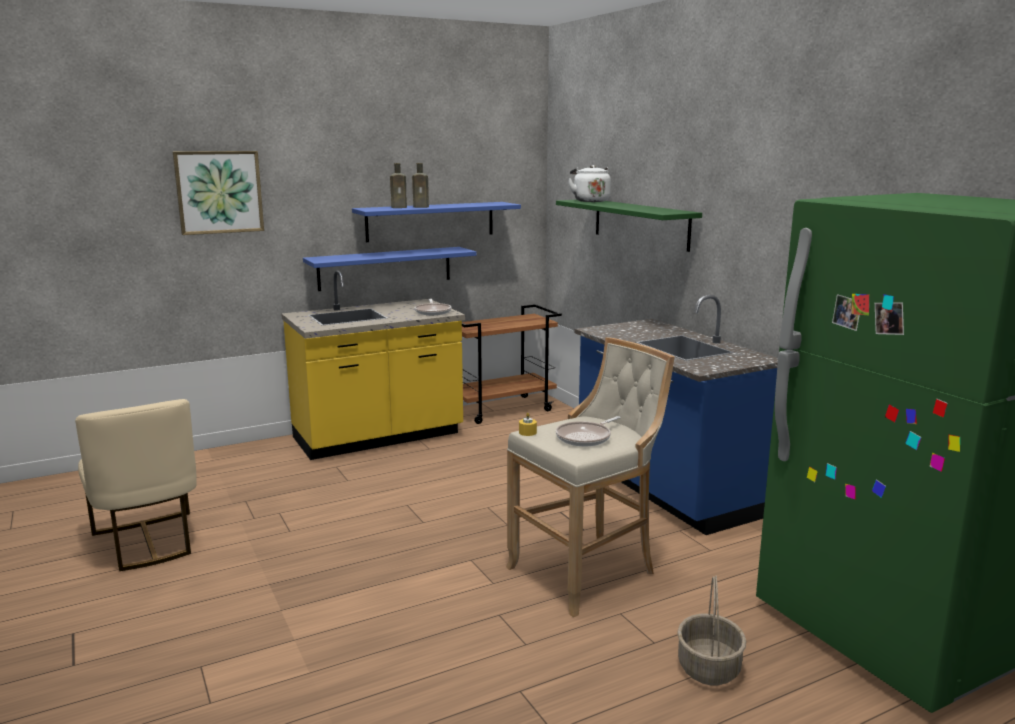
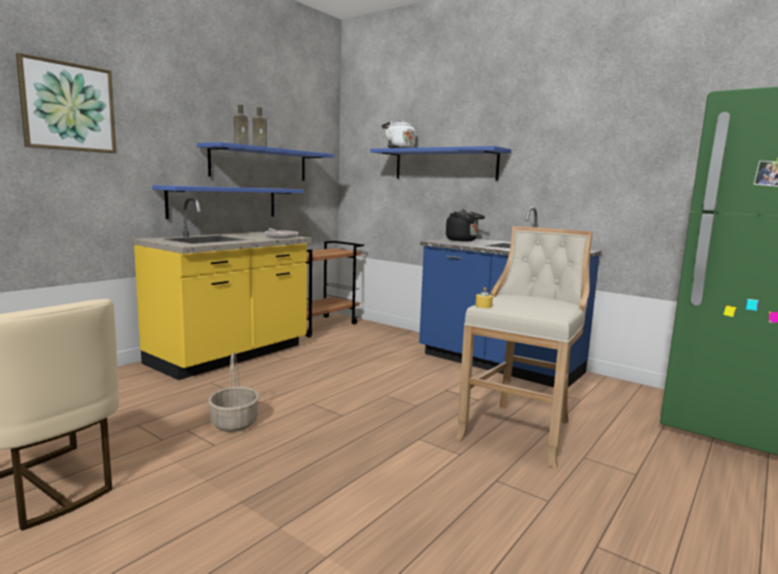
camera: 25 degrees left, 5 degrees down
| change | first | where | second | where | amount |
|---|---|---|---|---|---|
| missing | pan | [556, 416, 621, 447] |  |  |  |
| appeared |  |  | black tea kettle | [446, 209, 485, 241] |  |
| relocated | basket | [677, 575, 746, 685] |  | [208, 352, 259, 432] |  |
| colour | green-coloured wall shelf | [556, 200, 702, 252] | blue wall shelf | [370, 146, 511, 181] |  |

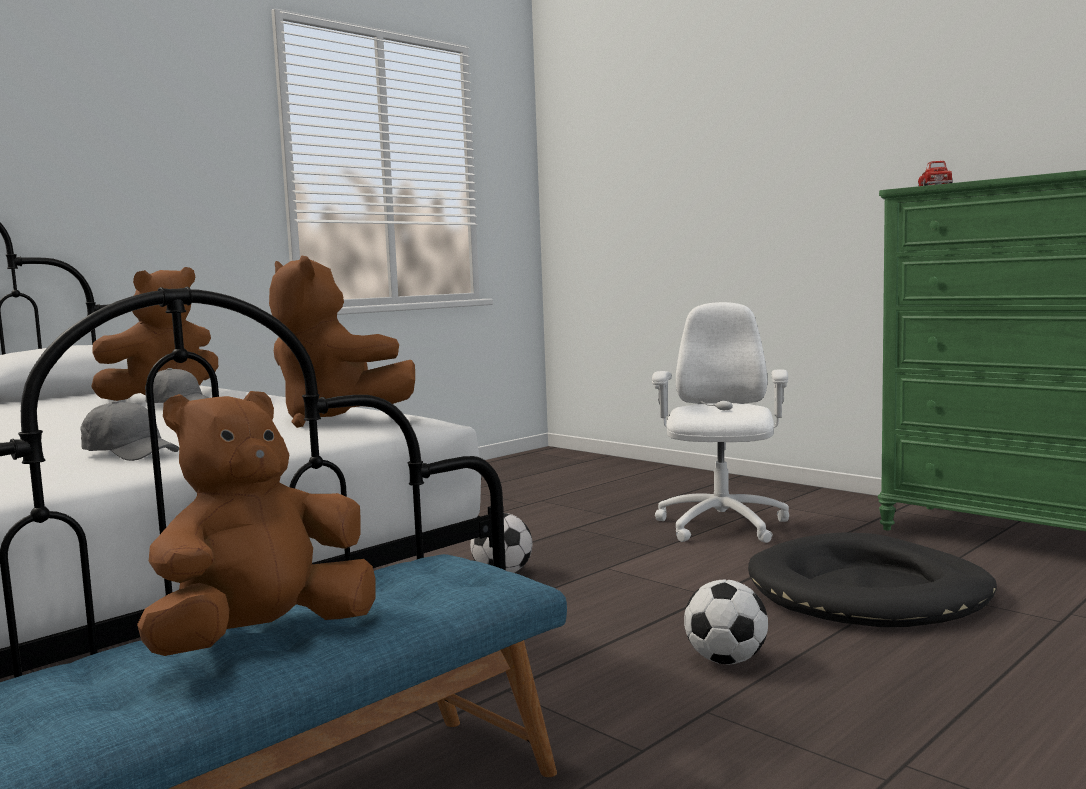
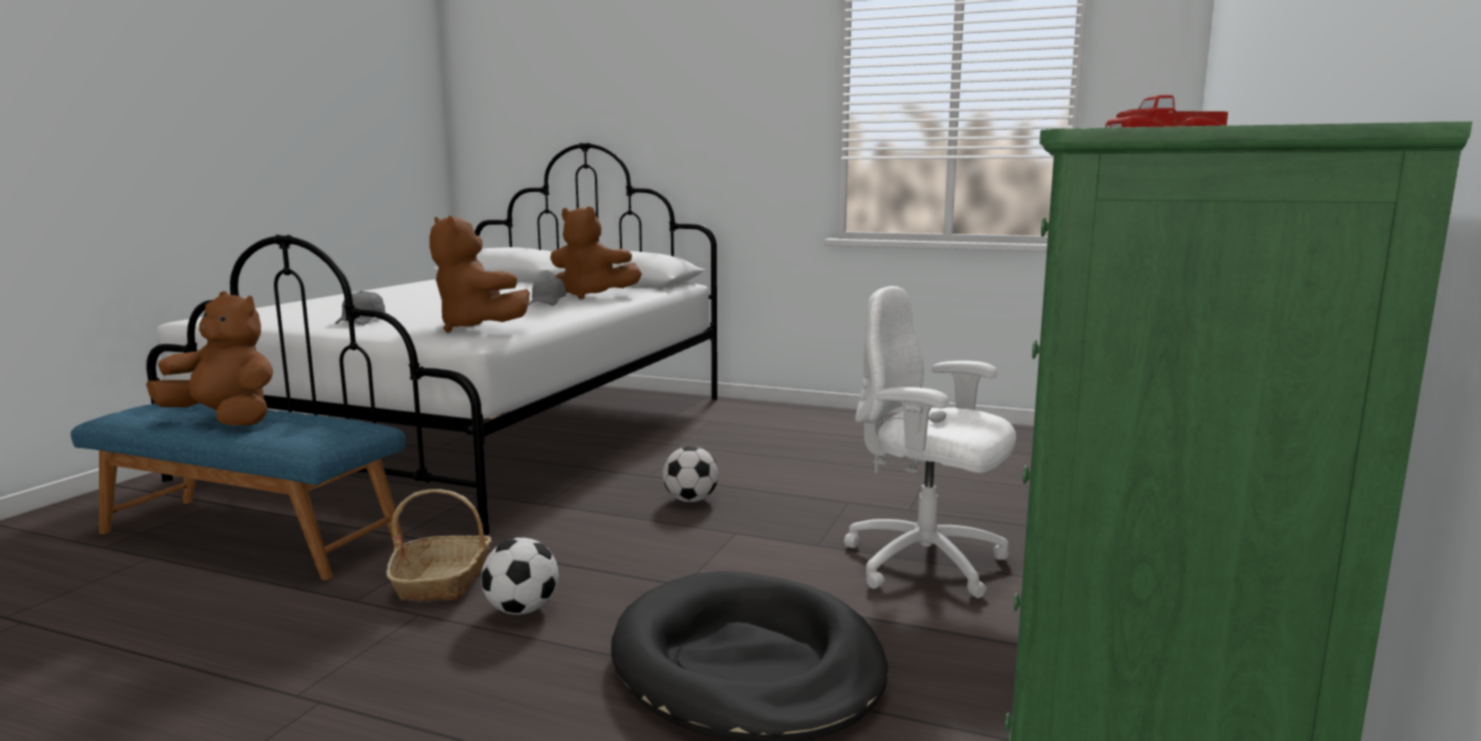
camera: 65 degrees right, 5 degrees up
| change | first | where | second | where | amount |
|---|---|---|---|---|---|
| appeared |  |  | basket | [386, 489, 492, 601] |  |
| spun | brownish soft toy | [269, 255, 415, 428] |  | [429, 216, 530, 333] | 60 degrees counterclockwise |
| spun | white-coloured office chair | [652, 302, 789, 543] |  | [844, 286, 1016, 598] | 135 degrees counterclockwise |

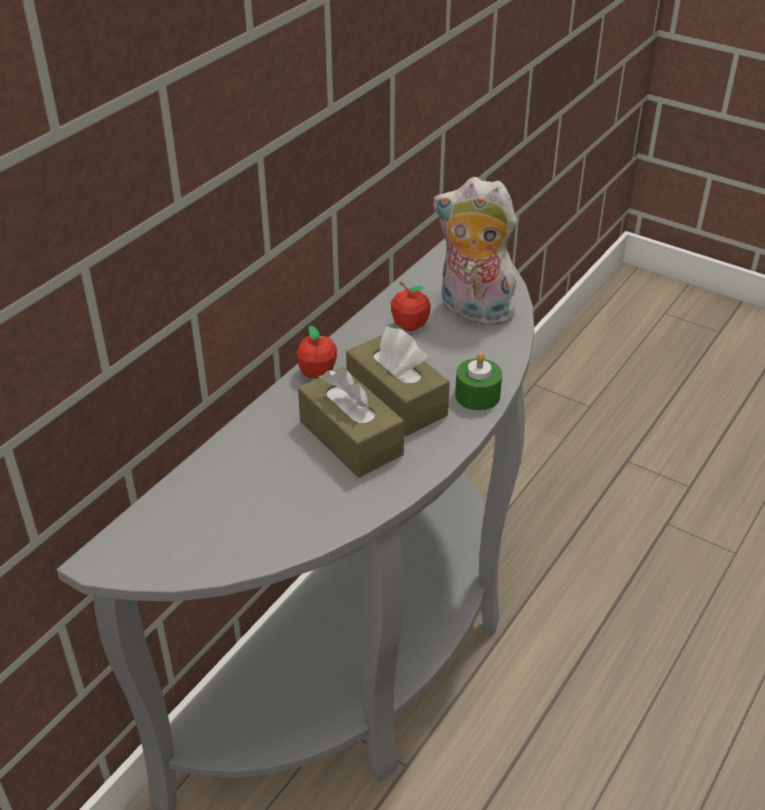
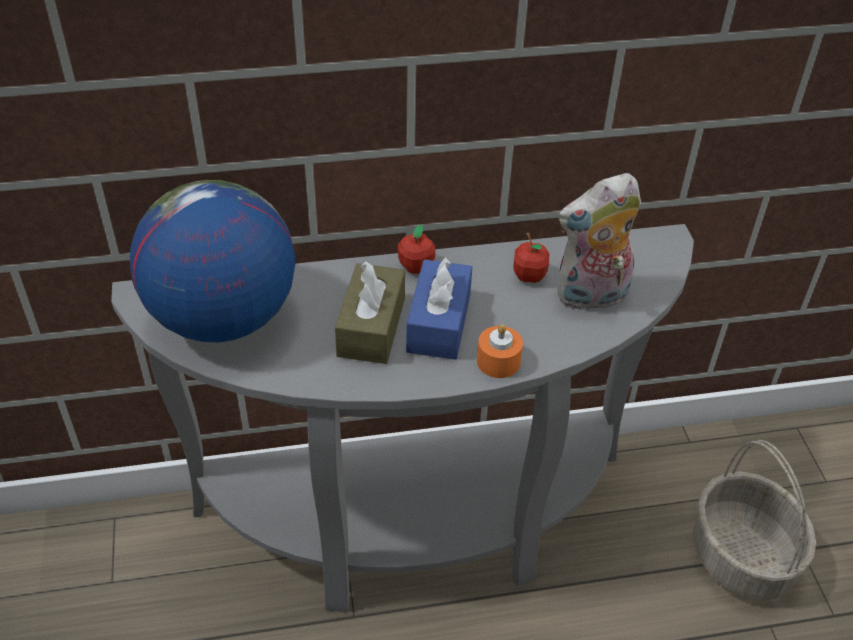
camera: 45 degrees right, 5 degrees up
| change | first | where | second | where | amount |
|---|---|---|---|---|---|
| appeared |  |  | world globe | [130, 180, 295, 342] |  |
| appeared |  |  | basket | [693, 440, 816, 600] |  |
| colour | brownish tissue holder | [346, 327, 450, 436] | blue tissue holder | [406, 257, 472, 360] |  |
| colour | green-coloured wax light | [455, 352, 502, 411] | orange wax light | [477, 324, 523, 378] |  |
| spun | soft toy | [433, 177, 521, 328] |  | [557, 173, 641, 311] | 90 degrees counterclockwise |

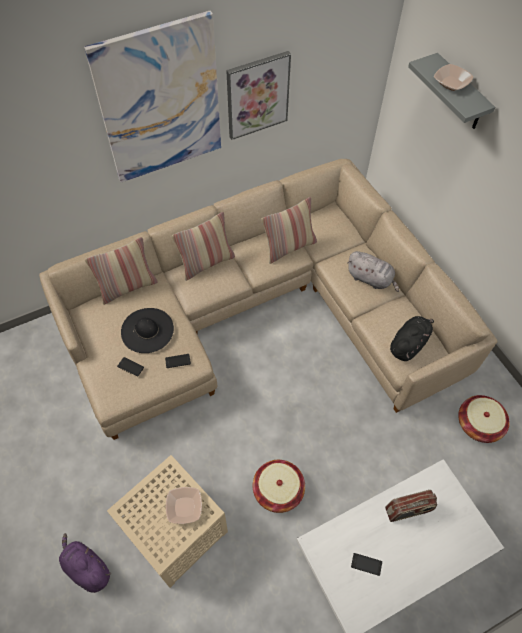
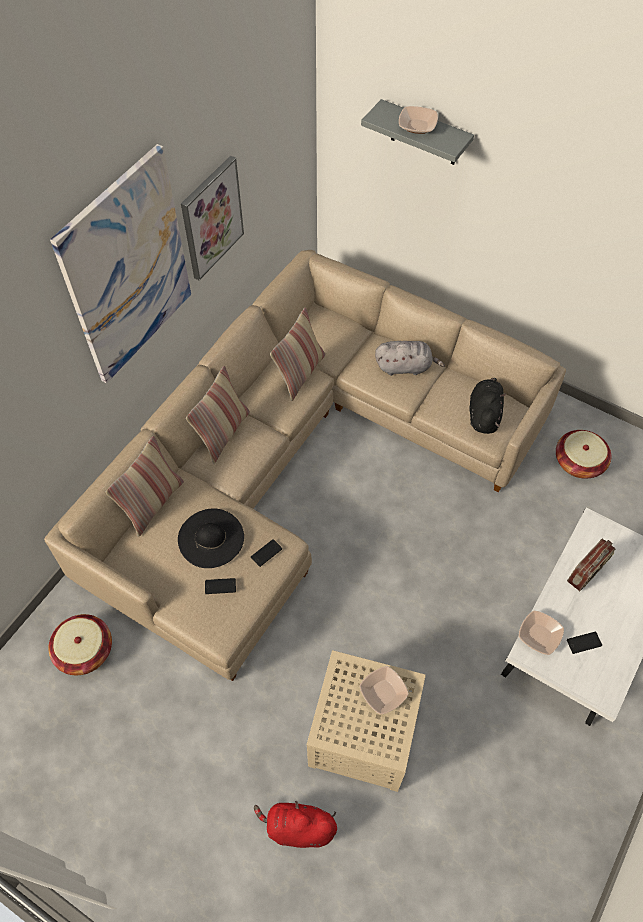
camera: 30 degrees left, 0 degrees up
| change | first | where | second | where | amount |
|---|---|---|---|---|---|
| appeared |  |  | serving bowl | [519, 610, 564, 655] |  |
| relocated | basket | [253, 460, 305, 513] |  | [48, 614, 112, 675] |  |
| colour | purple soft toy | [59, 533, 111, 593] | reddish soft toy | [254, 801, 337, 848] |  |

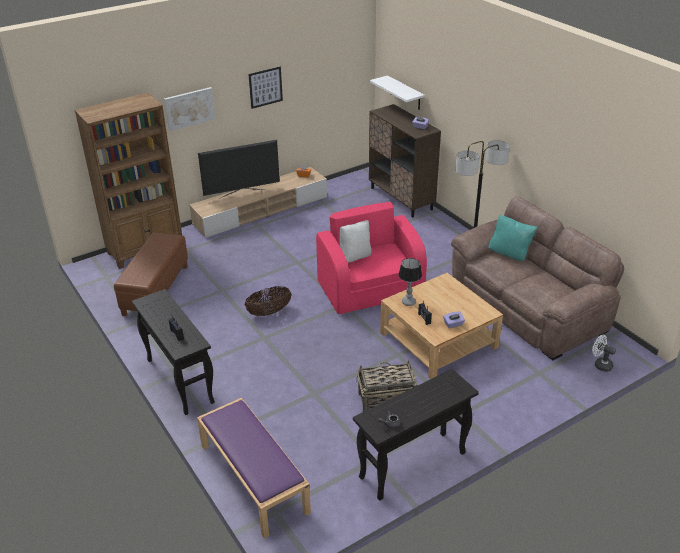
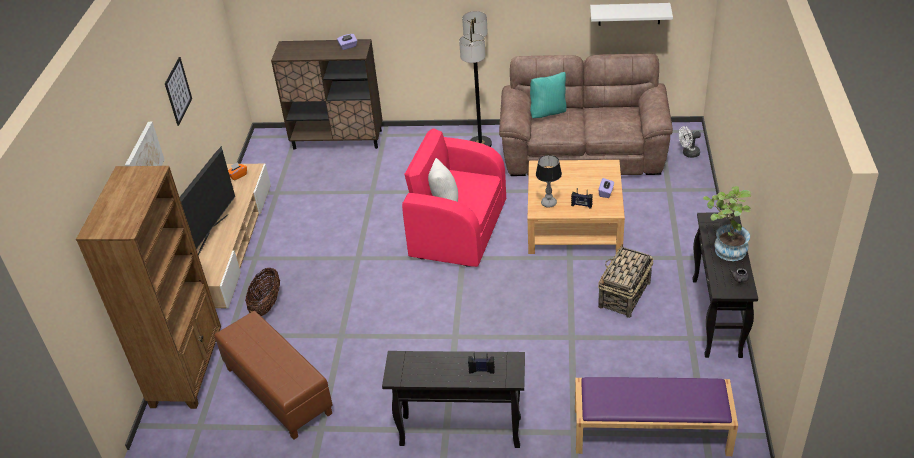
camera: 50 degrees left, 5 degrees up
| change | first | where | second | where | amount |
|---|---|---|---|---|---|
| appeared |  |  | houseplant | [703, 186, 751, 261] |  |
| relocated | basket | [245, 286, 291, 316] |  | [245, 268, 280, 316] |  |
| relocated | white-coloured wall shelf | [370, 75, 425, 110] |  | [590, 3, 673, 26] |  |

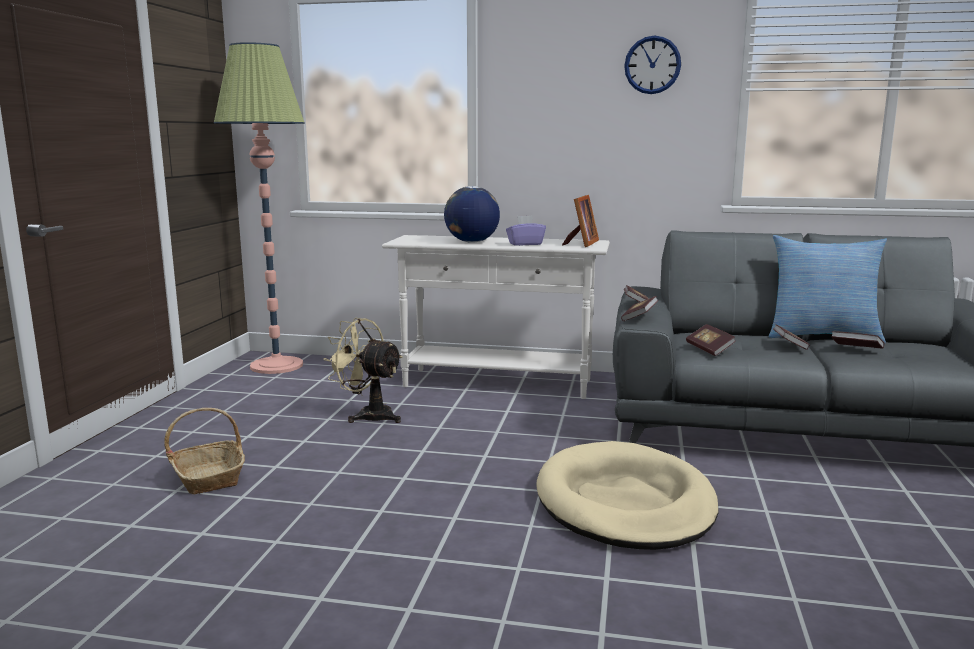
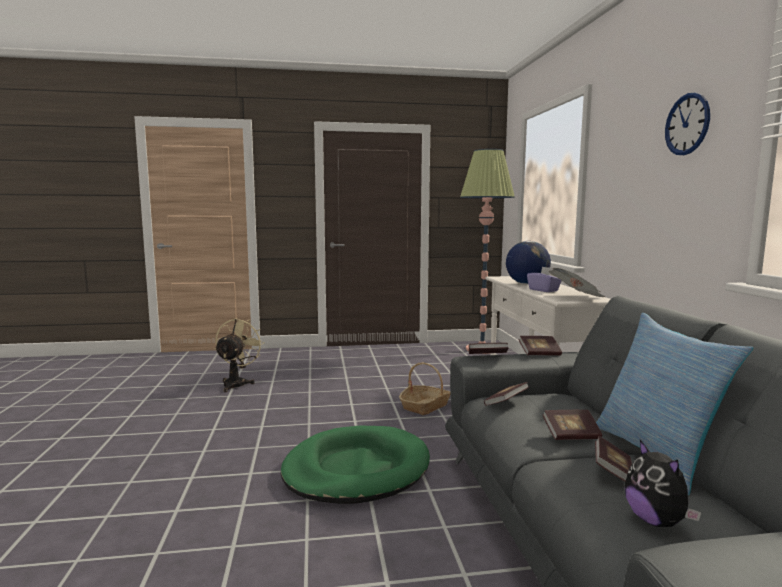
camera: 70 degrees right, 5 degrees down
| change | first | where | second | where | amount |
|---|---|---|---|---|---|
| appeared |  |  | soft toy | [624, 440, 701, 527] |  |
| relocated | basket | [164, 408, 245, 495] |  | [399, 363, 451, 415] |  |
| relocated | beige-coloured cooling fan | [323, 318, 403, 423] |  | [215, 318, 264, 392] |  |
| exchanged | standing frame | [562, 195, 599, 247] | printed paper | [549, 268, 605, 297] |  |
| colour | beige-coloured dog cushion | [536, 441, 719, 550] | green-coloured dog cushion | [281, 426, 430, 504] |  |

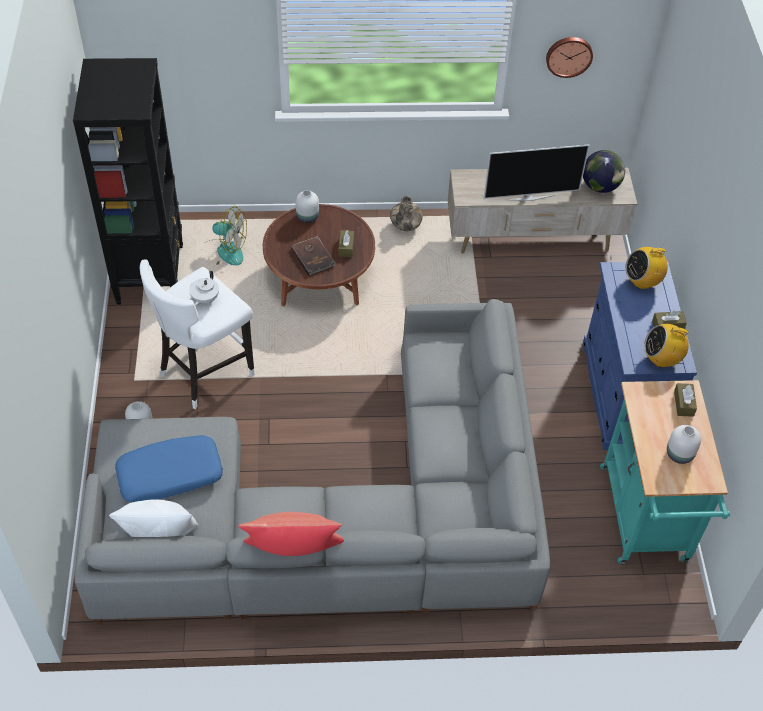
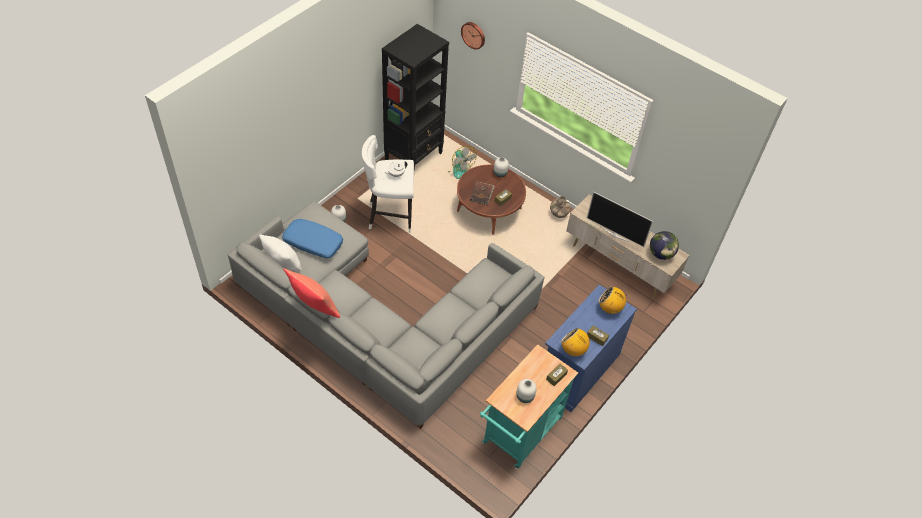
camera: 40 degrees right, 0 degrees up
| change | first | where | second | where | amount |
|---|---|---|---|---|---|
| relocated | clock on the wall | [546, 37, 593, 78] |  | [461, 22, 485, 50] |  |

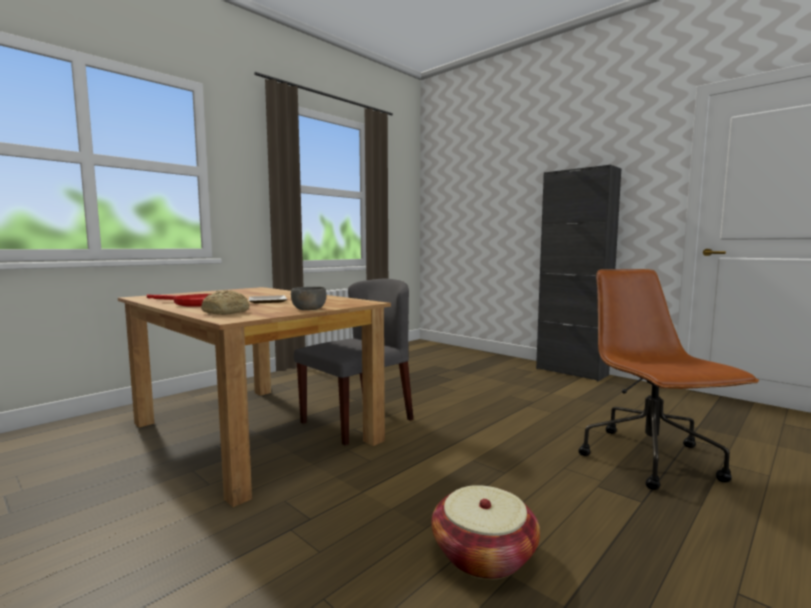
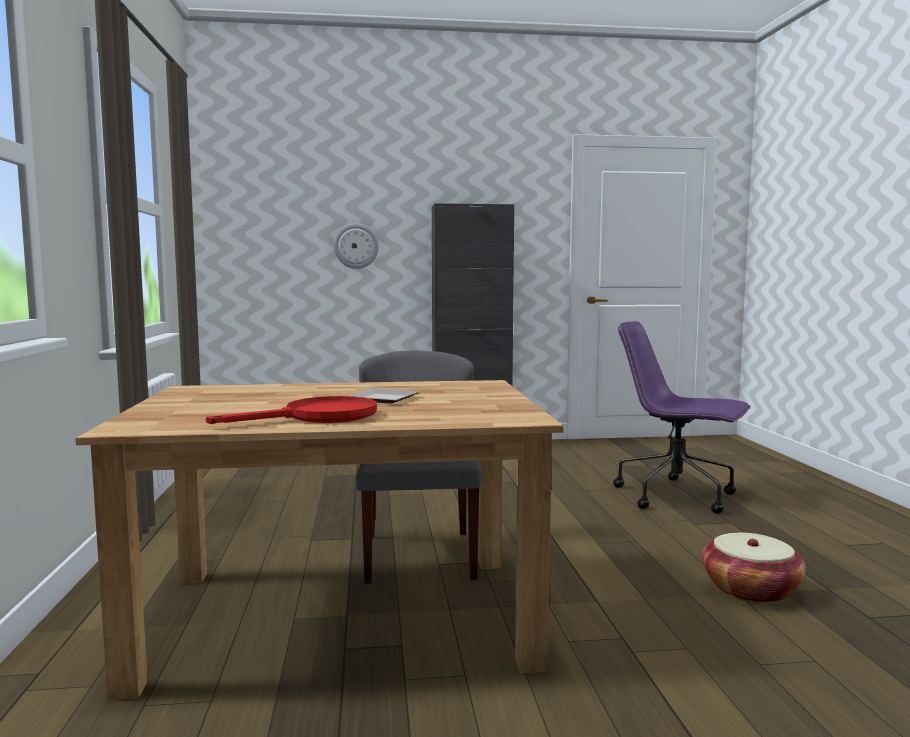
camera: 50 degrees left, 0 degrees up
| change | first | where | second | where | amount |
|---|---|---|---|---|---|
| missing | baked bread | [201, 290, 250, 315] |  |  |  |
| missing | greyish serving bowl | [291, 287, 327, 310] |  |  |  |
| appeared |  |  | clock on the wall | [334, 224, 379, 269] |  |
| colour | brownish office chair | [578, 269, 759, 490] | purple office chair | [613, 321, 751, 513] |  |

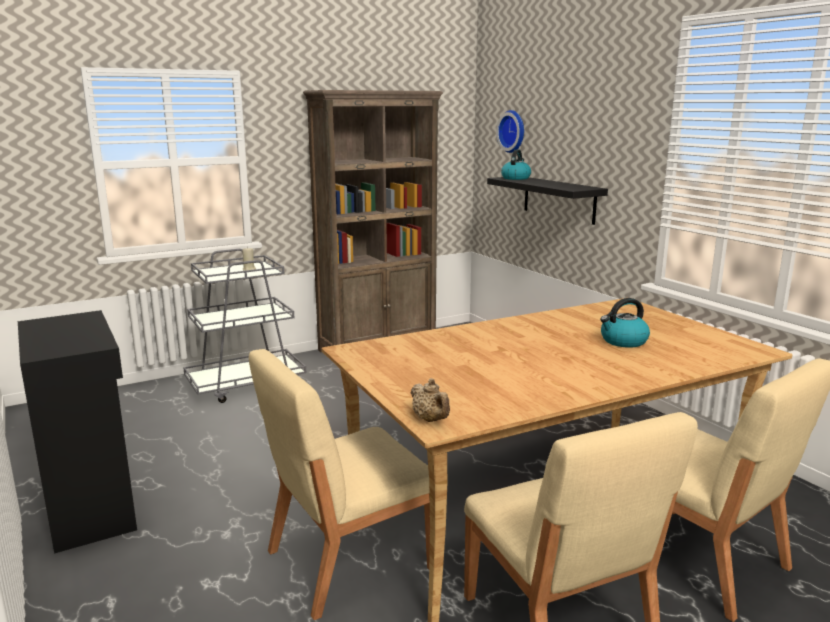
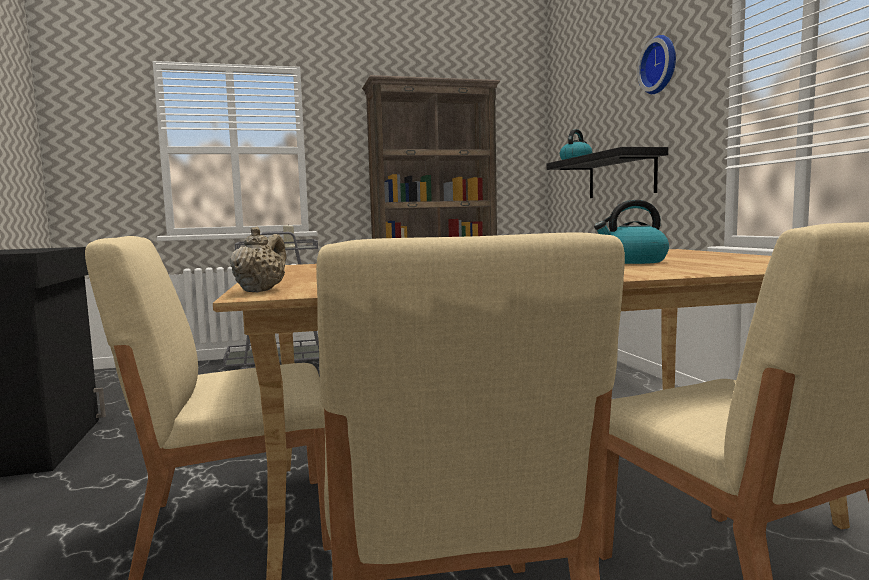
camera: 15 degrees right, 10 degrees down
| change | first | where | second | where | amount |
|---|---|---|---|---|---|
| relocated | clock on the wall | [496, 110, 524, 153] |  | [637, 35, 676, 94] |  |
| spun | beige-coloured pot for tea | [411, 378, 450, 422] |  | [230, 226, 286, 292] | 150 degrees counterclockwise |

